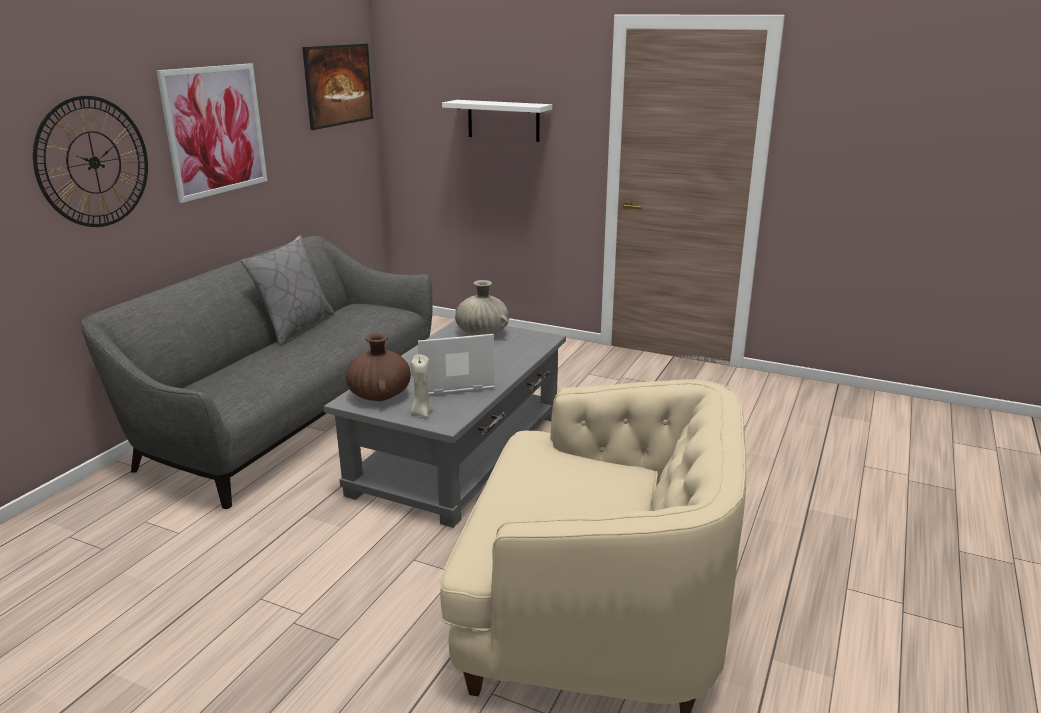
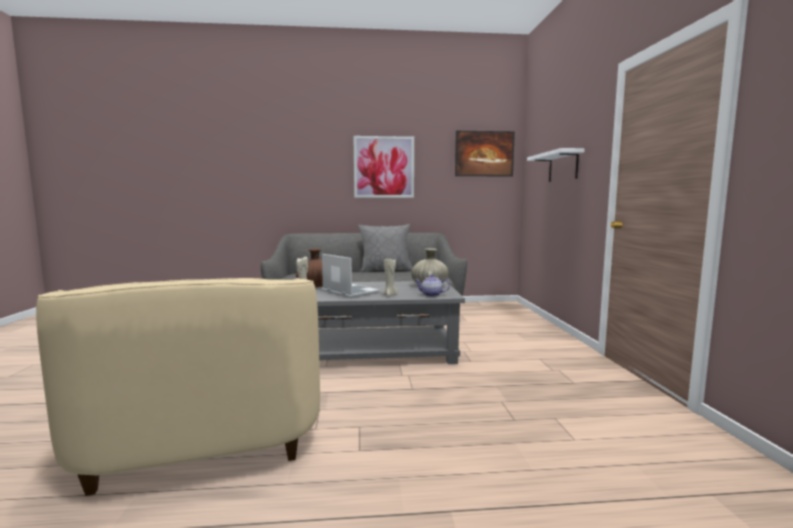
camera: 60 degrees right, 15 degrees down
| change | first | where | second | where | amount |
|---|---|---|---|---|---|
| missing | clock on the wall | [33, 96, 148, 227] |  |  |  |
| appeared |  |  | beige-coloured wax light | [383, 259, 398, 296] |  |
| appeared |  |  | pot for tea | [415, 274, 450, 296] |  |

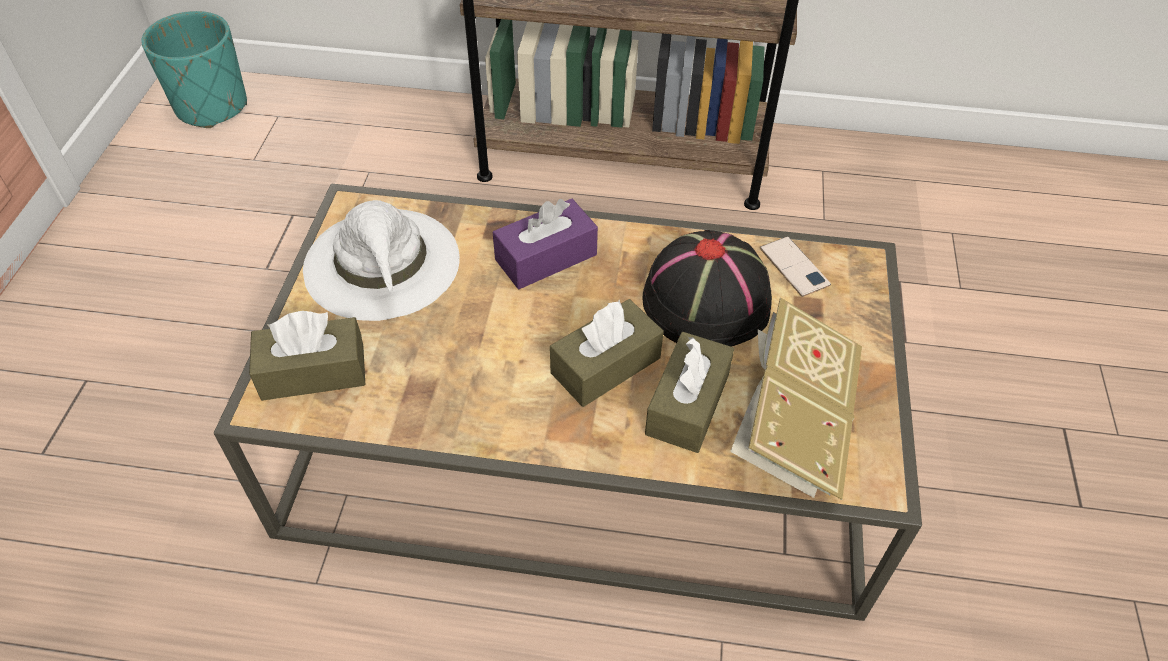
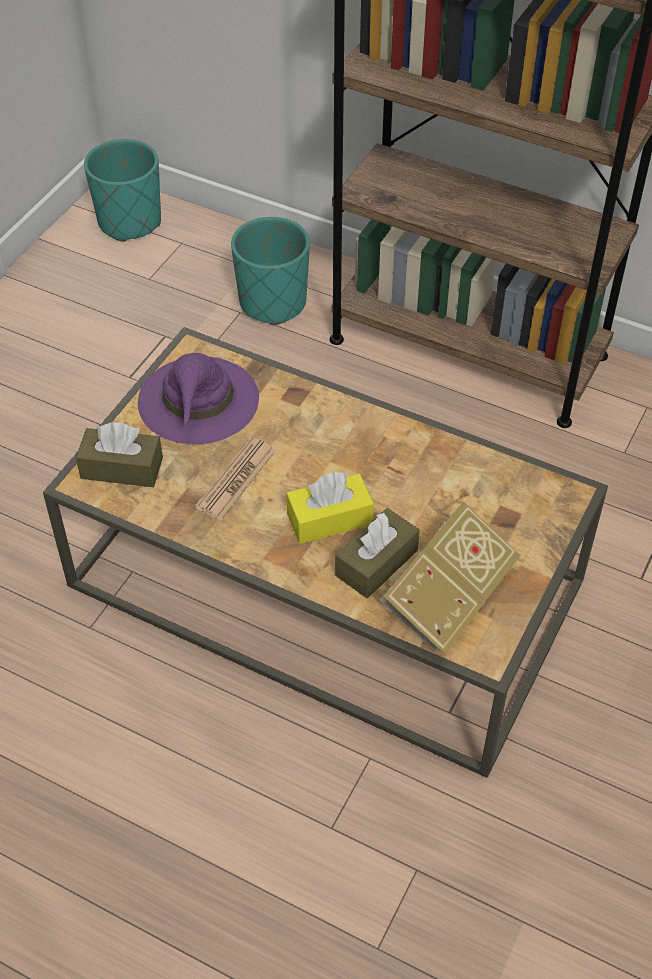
camera: 20 degrees right, 0 degrees up
| change | first | where | second | where | amount |
|---|---|---|---|---|---|
| missing | purple tissue holder | [493, 199, 598, 289] |  |  |  |
| missing | black hat | [643, 230, 772, 347] |  |  |  |
| missing | phone | [760, 236, 831, 297] |  |  |  |
| appeared |  |  | printed paper | [195, 437, 276, 521] |  |
| appeared |  |  | blue-green planter | [231, 217, 310, 325] |  |
| colour | white-coloured hat | [303, 200, 460, 321] | purple hat | [138, 353, 259, 444] |  |
| colour | brownish tissue holder | [550, 299, 664, 407] | yellow-coloured tissue holder | [286, 472, 374, 544] |  |

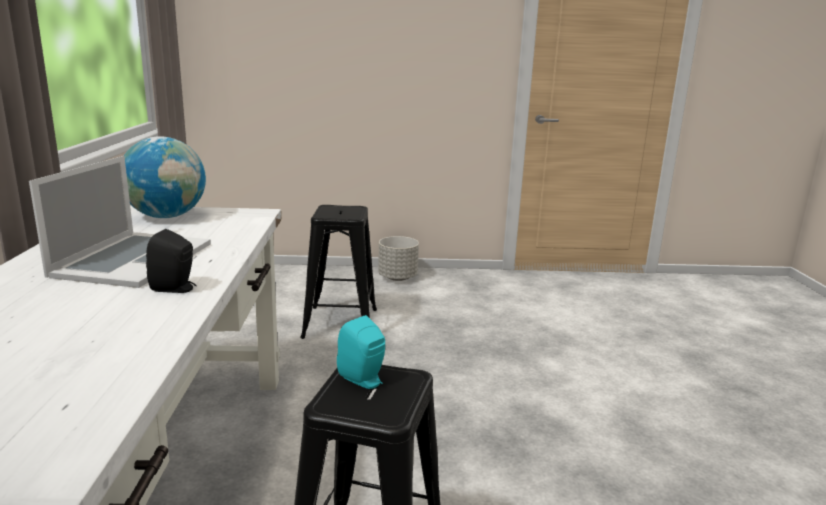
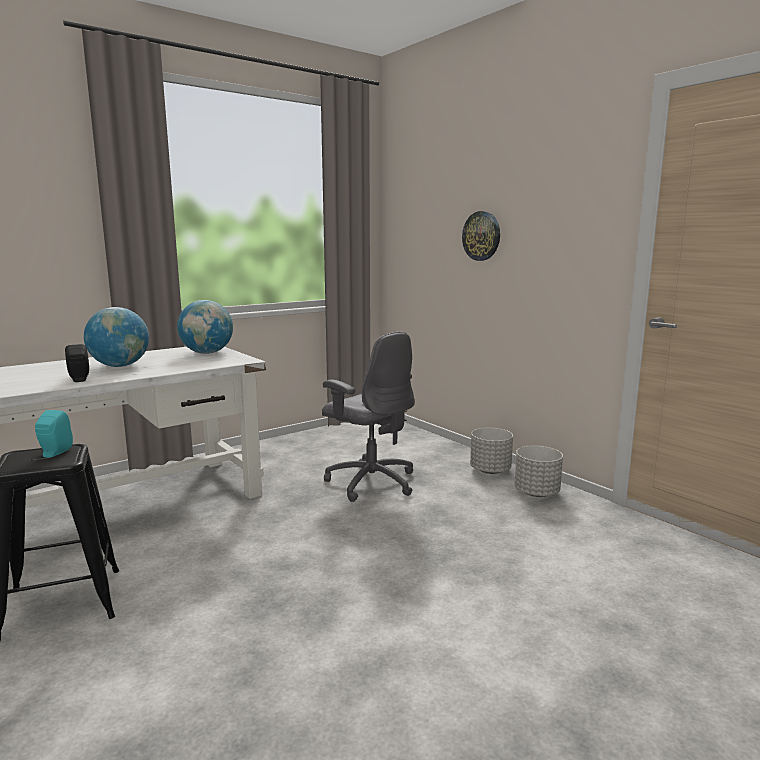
camera: 55 degrees right, 5 degrees down
| change | first | where | second | where | amount |
|---|---|---|---|---|---|
| appeared |  |  | clock on the wall | [462, 211, 500, 261] |  |
| appeared |  |  | greyish planter | [514, 446, 563, 497] |  |
| exchanged | notebook computer | [29, 156, 211, 288] | world globe | [84, 307, 149, 367] |  |
| exchanged | black sitting stool | [300, 205, 377, 339] | greyish office chair | [322, 332, 415, 502] |  |

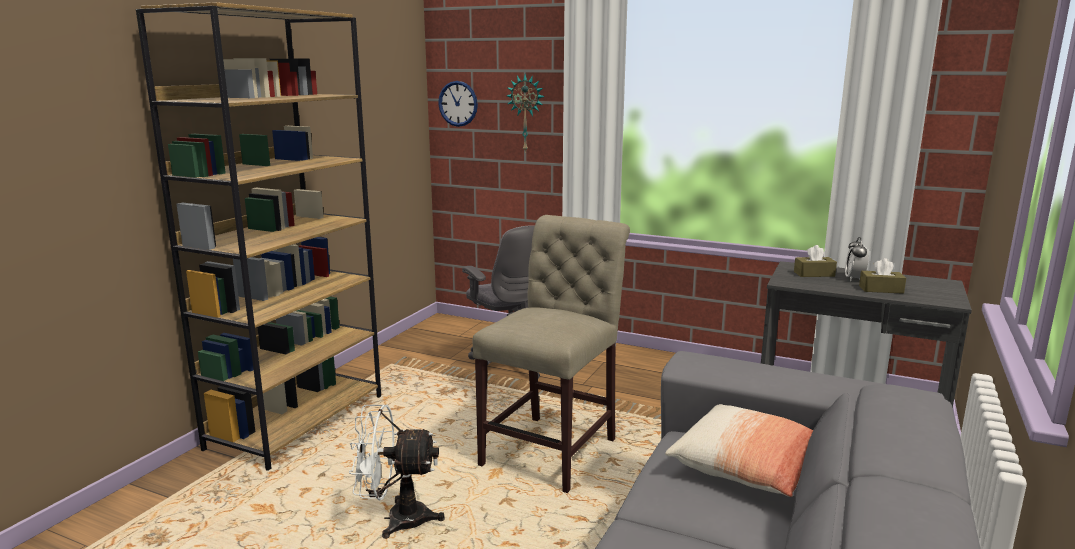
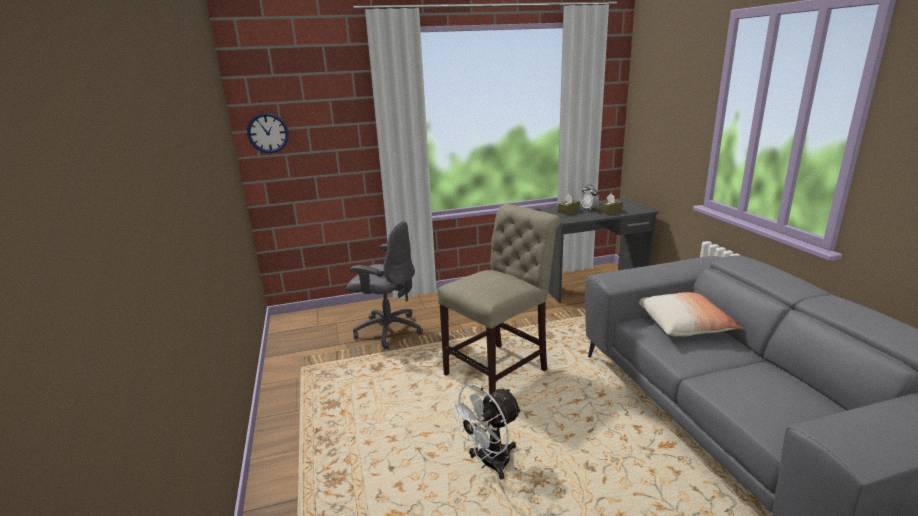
camera: 40 degrees left, 5 degrees up
| change | first | where | second | where | amount |
|---|---|---|---|---|---|
| missing | brownish shelving unit | [136, 2, 381, 471] |  |  |  |
| missing | clock on the wall | [507, 74, 545, 153] |  |  |  |
| spun | beige-coloured chair | [472, 215, 630, 493] |  | [437, 204, 561, 394] | 60 degrees clockwise |

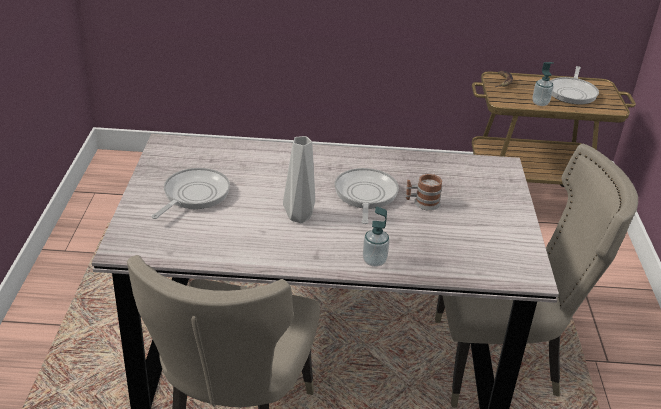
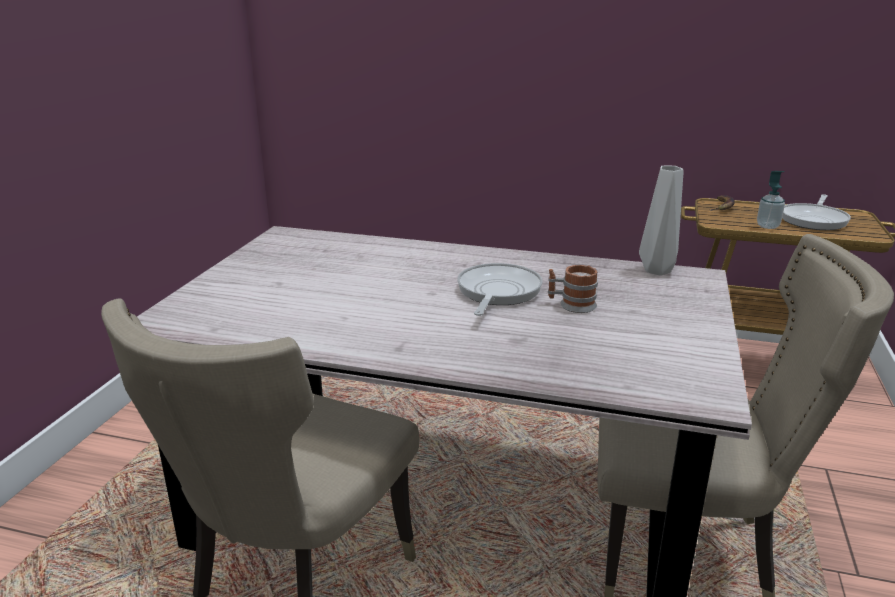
camera: 15 degrees right, 10 degrees down
| change | first | where | second | where | amount |
|---|---|---|---|---|---|
| missing | pan | [151, 168, 230, 219] |  |  |  |
| missing | soap bottle | [363, 207, 390, 267] |  |  |  |
| relocated | greyish decorative vase | [283, 136, 315, 223] |  | [639, 166, 684, 276] |  |

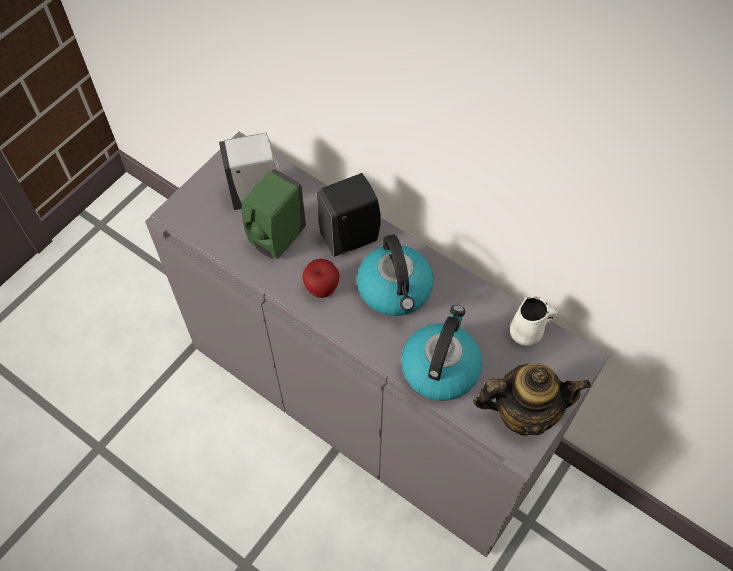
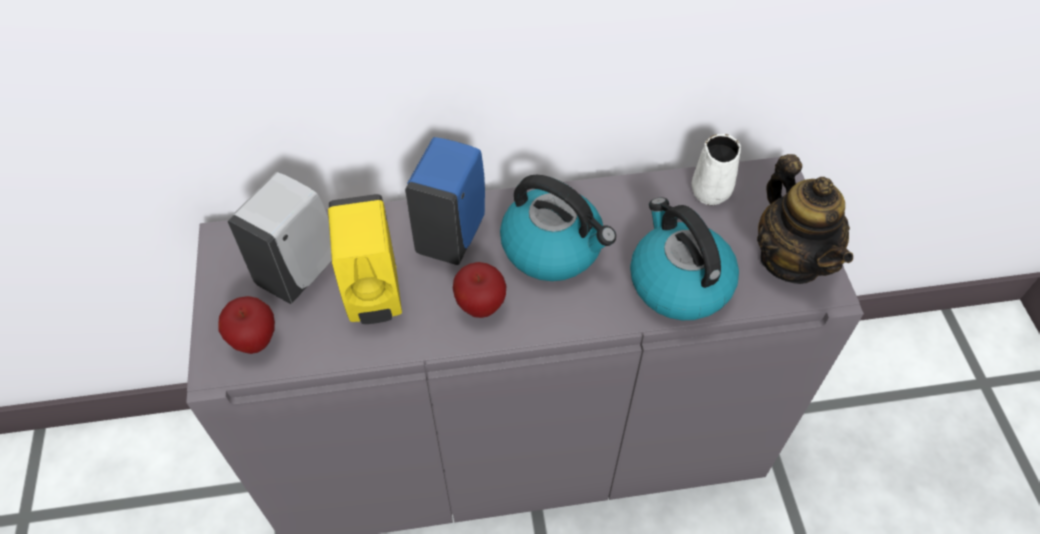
camera: 45 degrees left, 5 degrees down
| change | first | where | second | where | amount |
|---|---|---|---|---|---|
| appeared |  |  | apple | [218, 296, 275, 354] |  |
| colour | green-coloured soap bottle | [241, 169, 306, 259] | yellow-coloured soap bottle | [328, 194, 402, 324] |  |
| colour | black soap bottle | [317, 173, 381, 257] | blue soap bottle | [405, 137, 485, 265] |  |
| spun | pot for tea | [473, 363, 591, 436] |  | [757, 154, 853, 284] | 120 degrees clockwise |

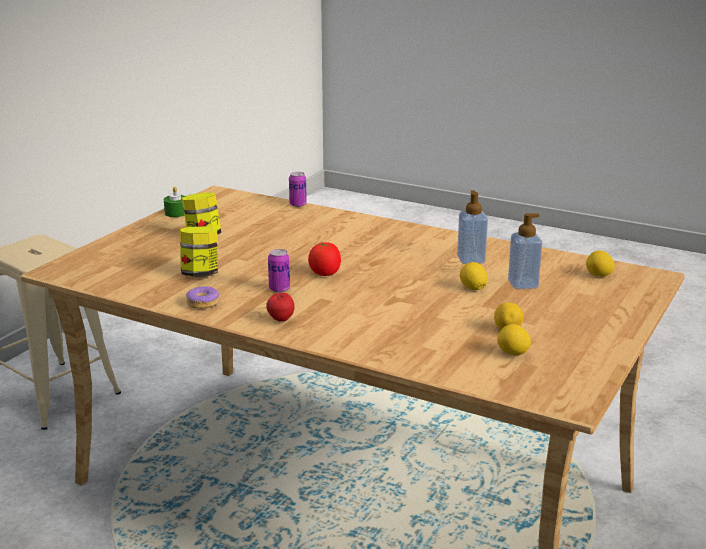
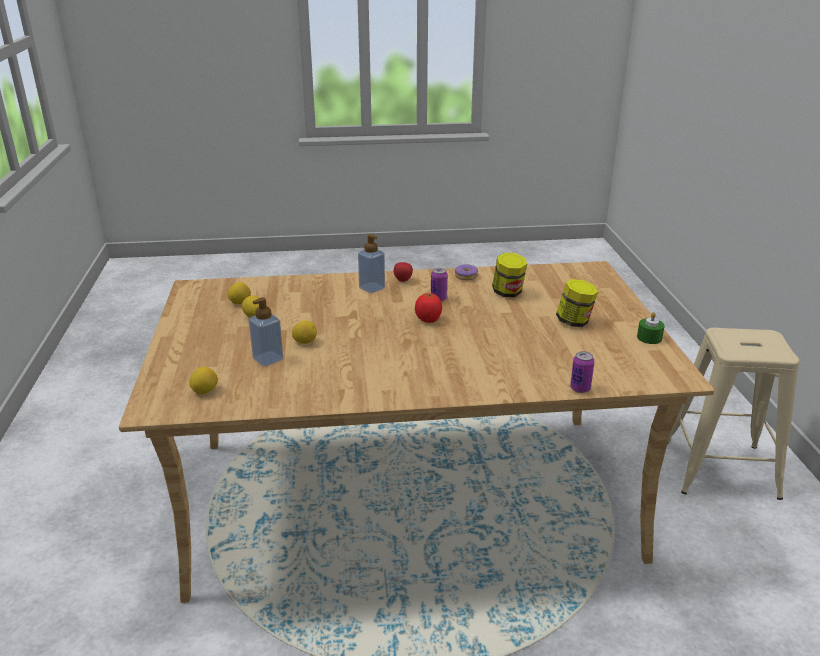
camera: 145 degrees right, 5 degrees up
| change | first | where | second | where | amount |
|---|---|---|---|---|---|
| relocated | soap bottle | [457, 190, 488, 264] |  | [358, 234, 385, 293] |  |

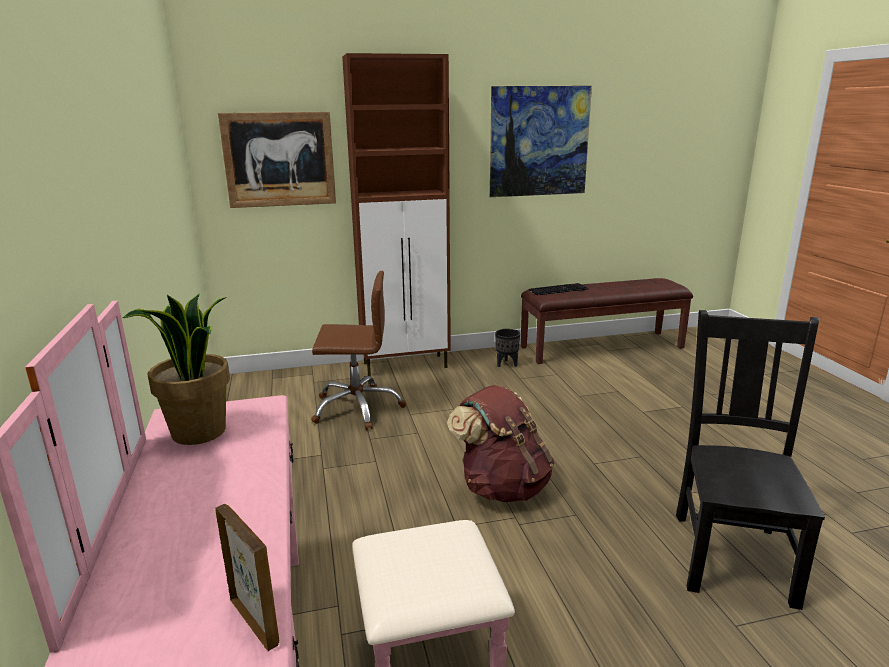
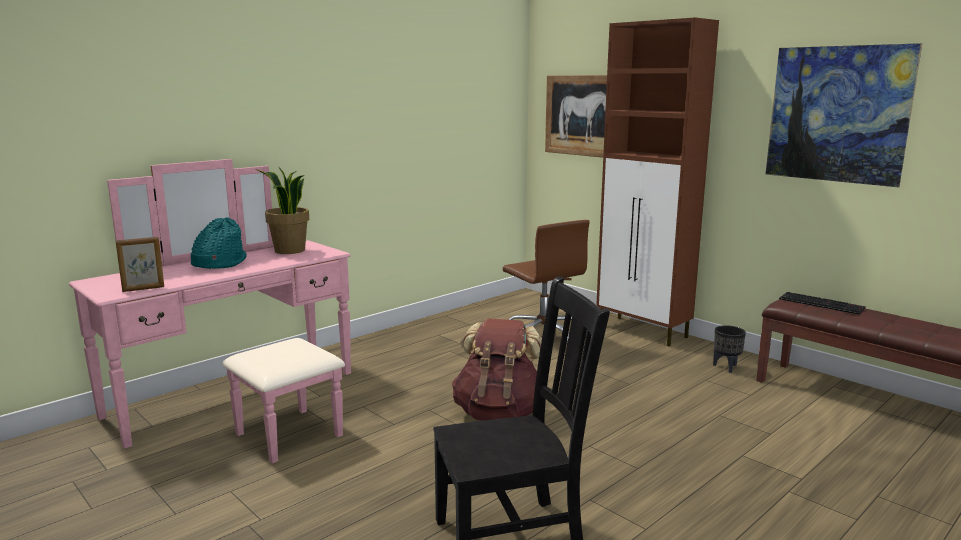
camera: 60 degrees right, 5 degrees down
| change | first | where | second | where | amount |
|---|---|---|---|---|---|
| appeared |  |  | blue-green hat | [191, 217, 247, 269] |  |
| spun | standing frame | [215, 504, 279, 651] |  | [116, 237, 164, 292] | 45 degrees clockwise |

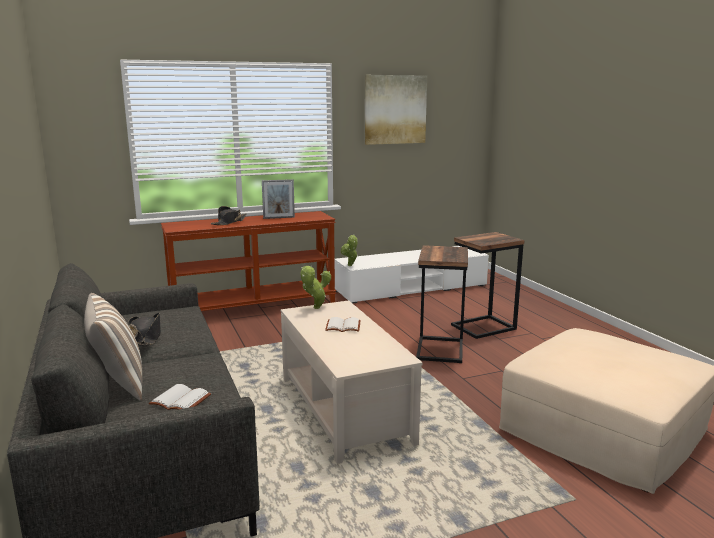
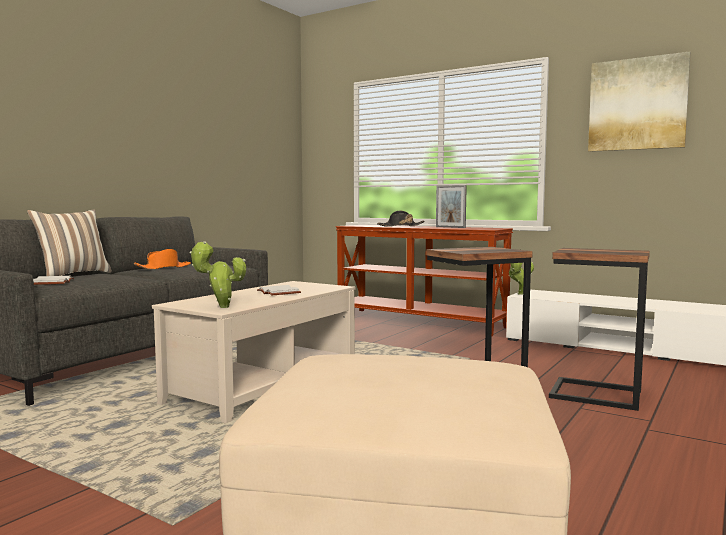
camera: 55 degrees right, 10 degrees down
| change | first | where | second | where | amount |
|---|---|---|---|---|---|
| relocated | houseplant | [301, 266, 331, 309] |  | [189, 241, 246, 308] |  |
| colour | black hat | [128, 313, 161, 346] | orange hat | [134, 249, 191, 270] |  |

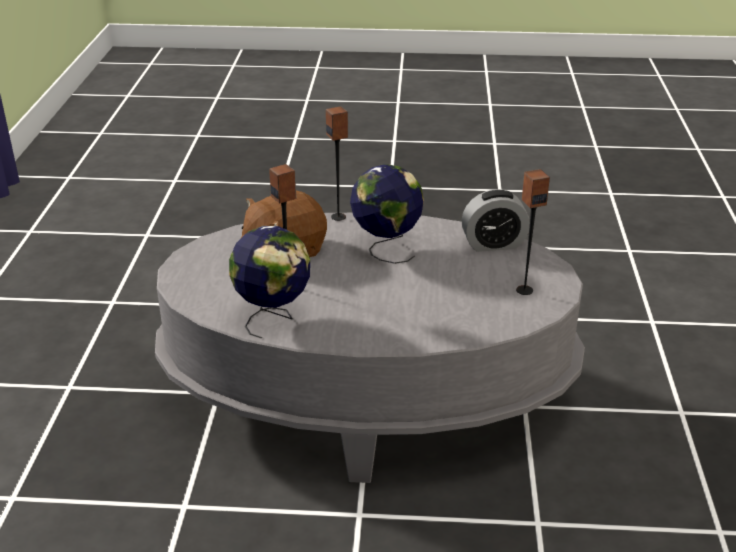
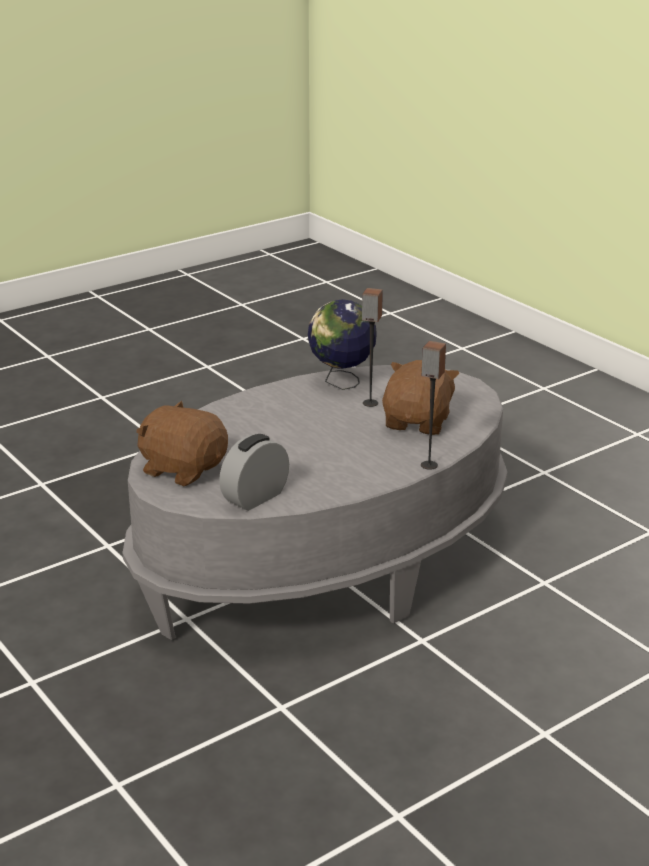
camera: 140 degrees right, 5 degrees down
| change | first | where | second | where | amount |
|---|---|---|---|---|---|
| missing | world globe | [350, 164, 424, 264] |  |  |  |
| exchanged | speaker | [516, 169, 550, 295] | brownish soft toy | [136, 401, 228, 486] |  |

